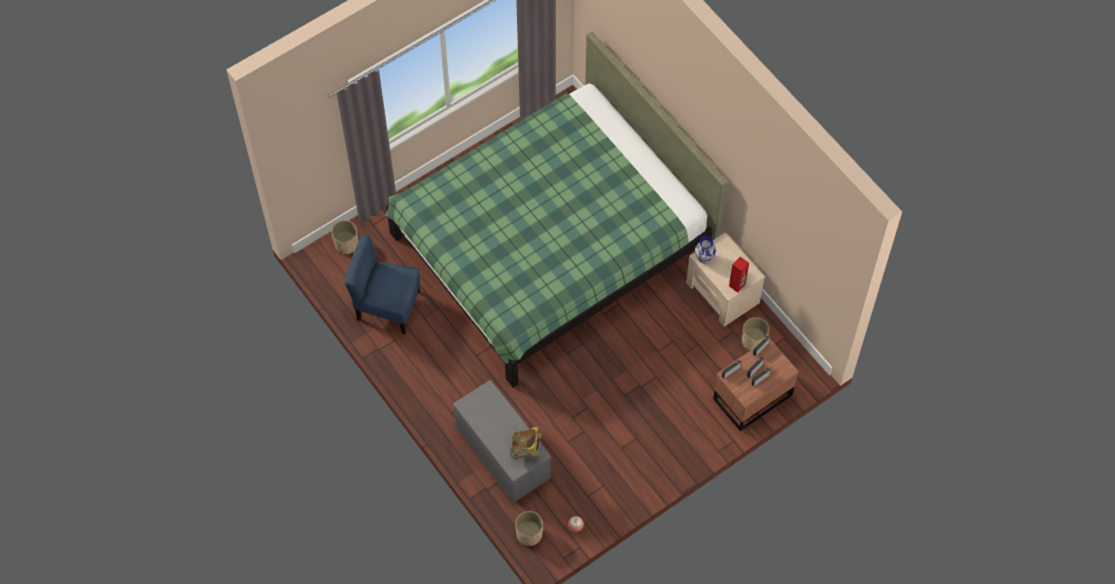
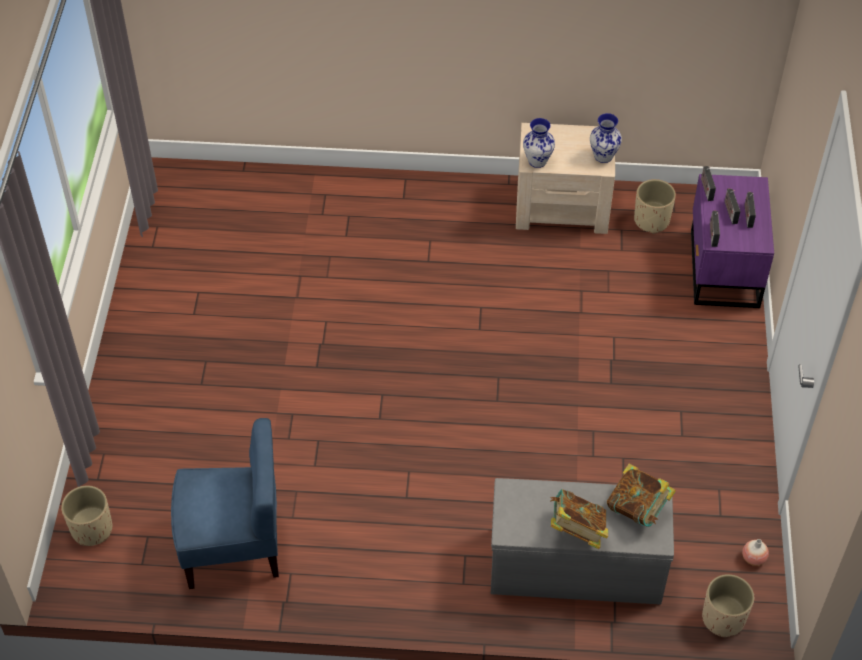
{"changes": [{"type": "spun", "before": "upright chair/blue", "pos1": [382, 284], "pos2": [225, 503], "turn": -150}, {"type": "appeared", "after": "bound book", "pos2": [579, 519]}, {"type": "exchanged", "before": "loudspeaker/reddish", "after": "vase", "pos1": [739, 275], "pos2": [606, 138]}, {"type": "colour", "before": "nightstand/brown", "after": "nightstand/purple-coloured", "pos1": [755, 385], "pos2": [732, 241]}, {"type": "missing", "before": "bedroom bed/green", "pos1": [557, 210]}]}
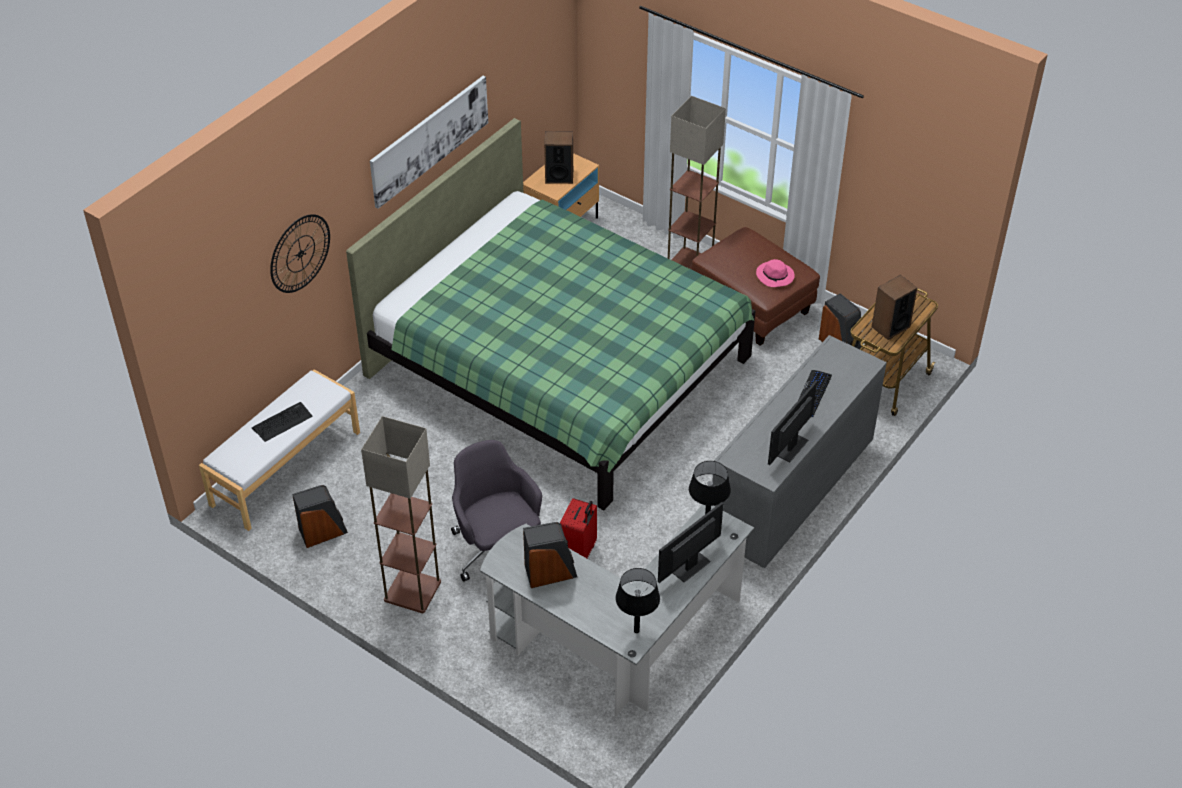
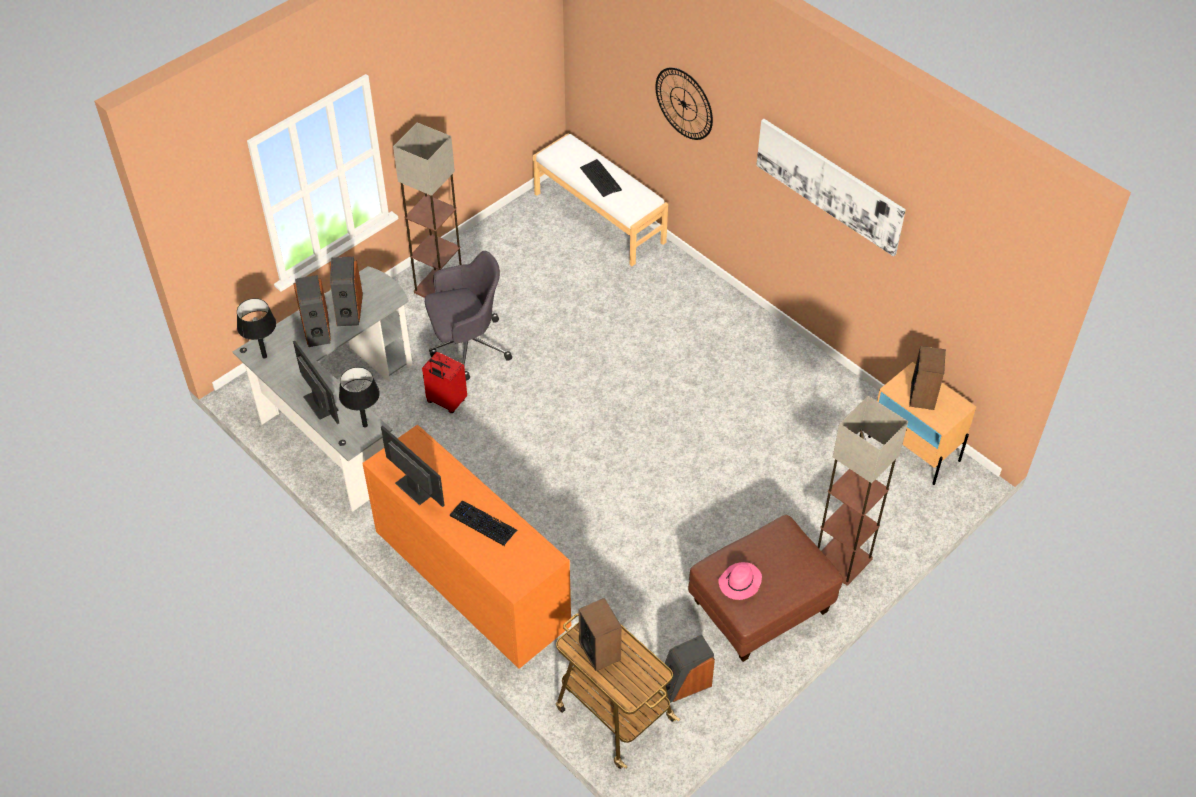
{"changes": [{"type": "relocated", "before": "loudspeaker", "pos1": [320, 516], "pos2": [312, 311]}, {"type": "colour", "before": "dresser/greyish", "after": "dresser/orange", "pos1": [799, 451], "pos2": [466, 547]}, {"type": "missing", "before": "bedroom bed/green", "pos1": [550, 314]}]}
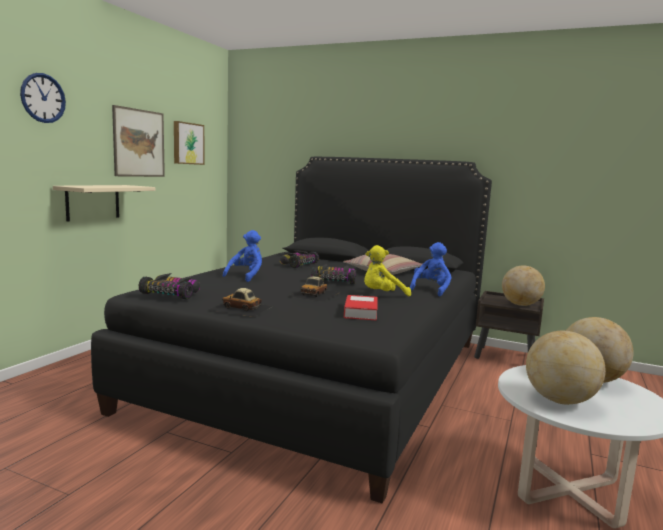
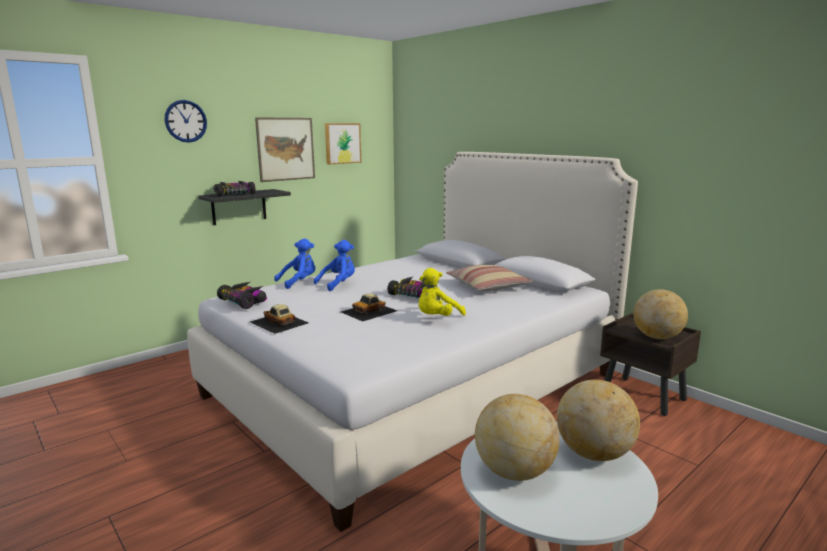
{"changes": [{"type": "colour", "before": "bedroom bed/black-coloured", "after": "bedroom bed/whitish", "pos1": [291, 330], "pos2": [412, 342]}, {"type": "colour", "before": "wall shelf/beige-coloured", "after": "wall shelf/black-coloured", "pos1": [104, 203], "pos2": [245, 207]}, {"type": "relocated", "before": "toy car", "pos1": [299, 259], "pos2": [234, 188]}, {"type": "relocated", "before": "cuddly toy/blue", "pos1": [430, 269], "pos2": [294, 264]}, {"type": "spun", "before": "cuddly toy/yellow-coloured", "pos1": [387, 270], "pos2": [442, 292], "turn": -45}, {"type": "missing", "before": "bound book", "pos1": [360, 308]}]}
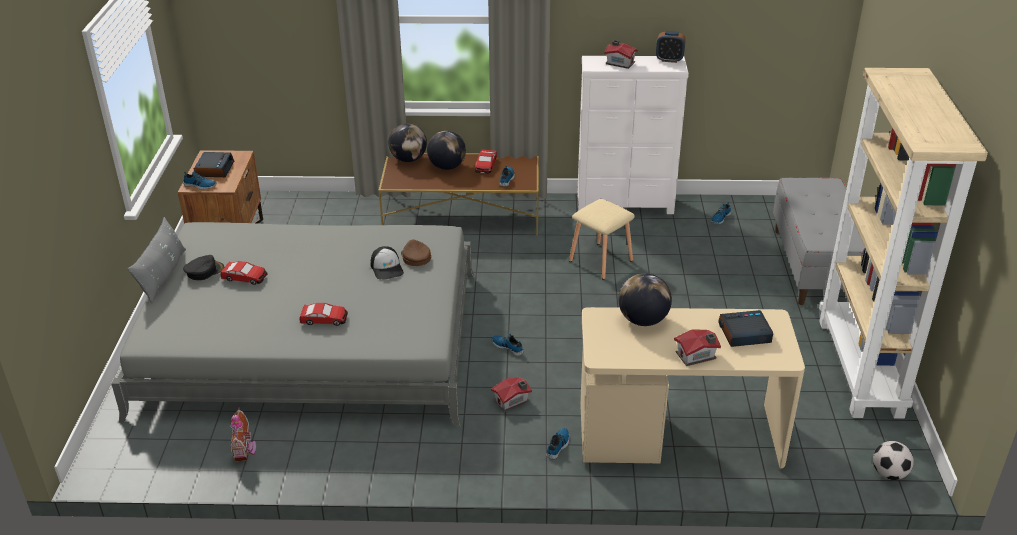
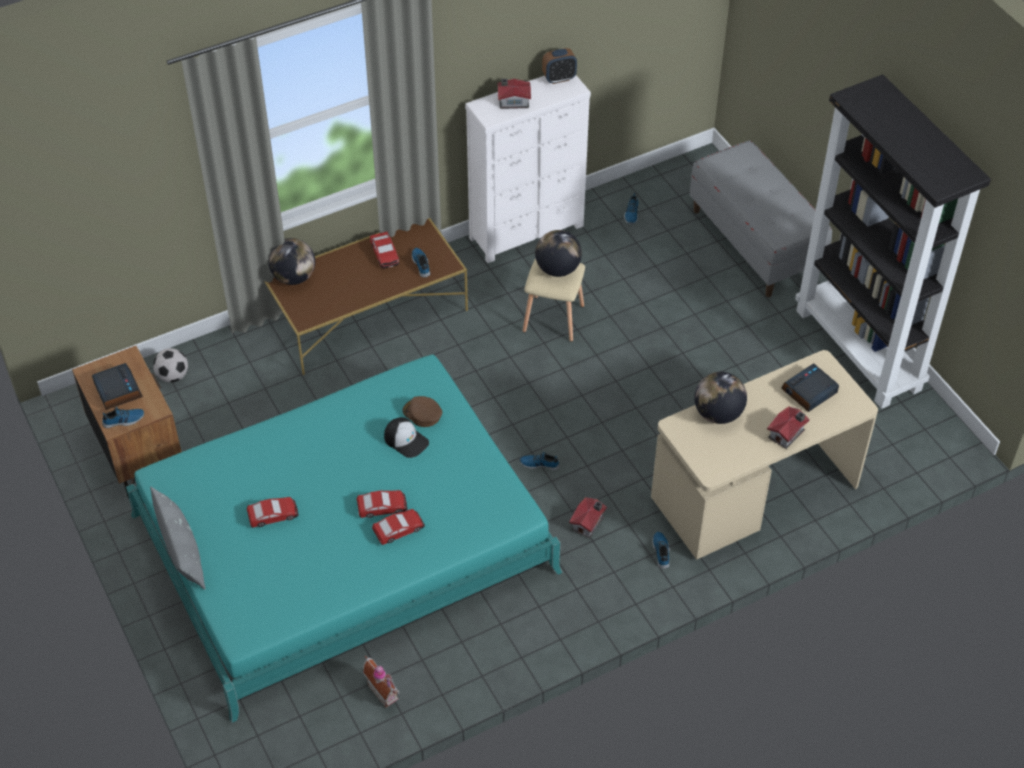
{"changes": [{"type": "colour", "before": "bedroom bed/greyish", "after": "bedroom bed/turquoise", "pos1": [292, 324], "pos2": [344, 538]}, {"type": "relocated", "before": "ball for football", "pos1": [893, 460], "pos2": [170, 365]}, {"type": "appeared", "after": "toy car", "pos2": [382, 504]}, {"type": "relocated", "before": "world globe", "pos1": [446, 150], "pos2": [558, 253]}, {"type": "colour", "before": "bookcase/beige-coloured", "after": "bookcase/black-coloured", "pos1": [903, 243], "pos2": [893, 242]}, {"type": "missing", "before": "cap/black-coloured", "pos1": [203, 267]}]}
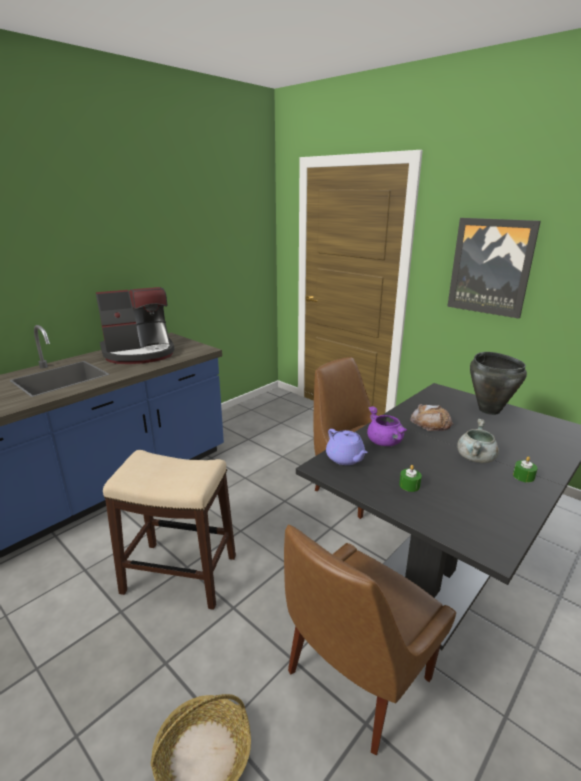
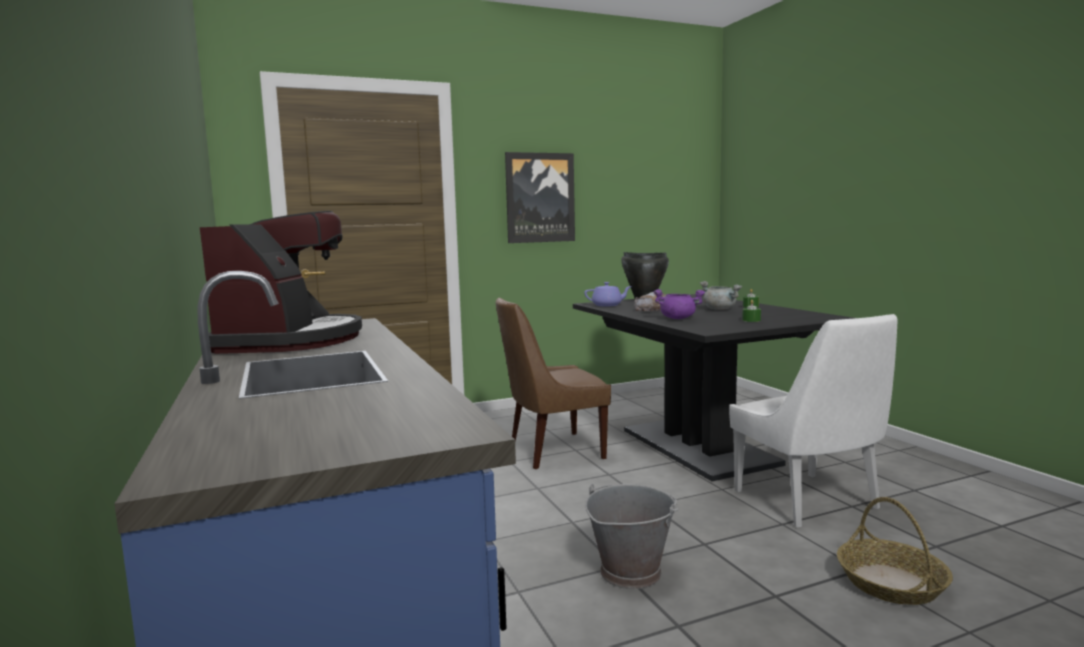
{"changes": [{"type": "relocated", "before": "tea pot/purple-coloured", "pos1": [347, 447], "pos2": [608, 294]}, {"type": "exchanged", "before": "stool seat", "after": "water bucket/greyish", "pos1": [169, 530], "pos2": [631, 536]}, {"type": "colour", "before": "upright chair/brown", "after": "upright chair/whitish", "pos1": [370, 640], "pos2": [813, 421]}]}
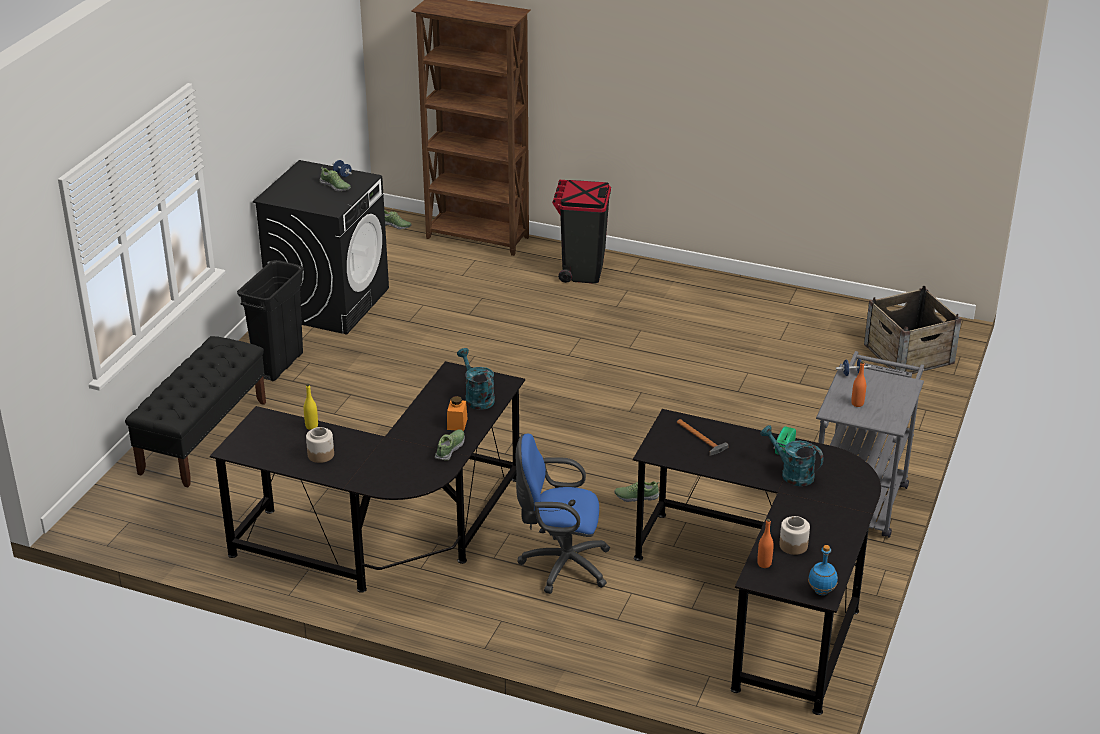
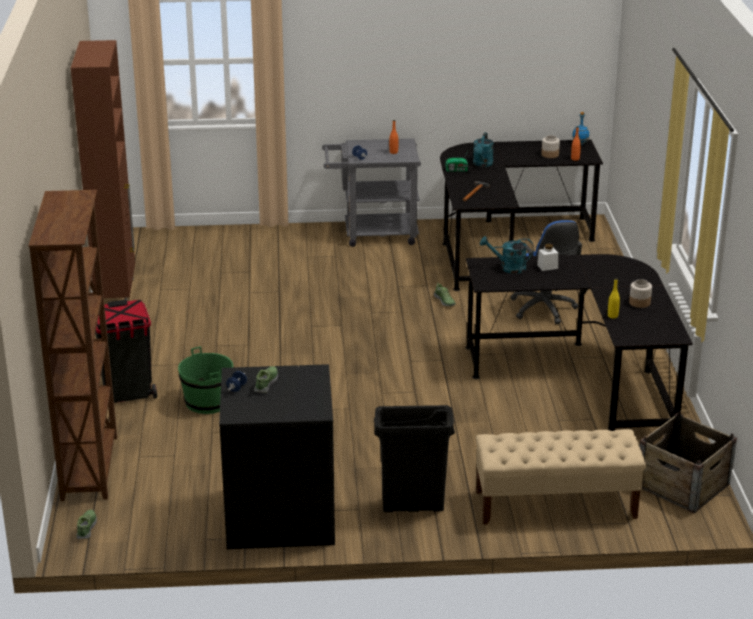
{"changes": [{"type": "appeared", "after": "cabinet/brown", "pos2": [103, 170]}, {"type": "appeared", "after": "water bucket/green", "pos2": [205, 380]}, {"type": "colour", "before": "bench/black-coloured", "after": "bench/beige-coloured", "pos1": [195, 411], "pos2": [561, 477]}, {"type": "spun", "before": "watering can/turquoise", "pos1": [476, 379], "pos2": [507, 255], "turn": 60}, {"type": "colour", "before": "storage jar/orange", "after": "storage jar/whitish", "pos1": [457, 413], "pos2": [547, 257]}, {"type": "relocated", "before": "packing crate", "pos1": [913, 330], "pos2": [688, 462]}, {"type": "missing", "before": "item of footwear", "pos1": [450, 445]}]}
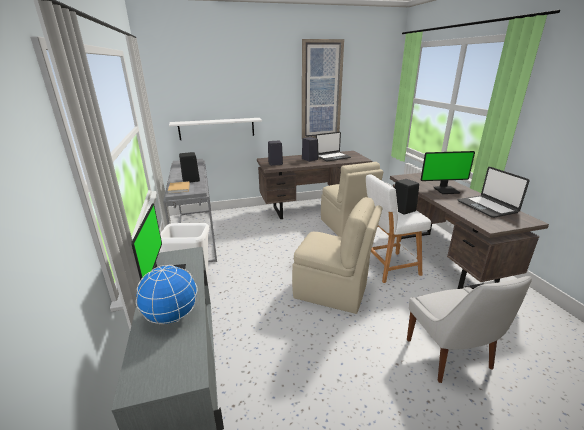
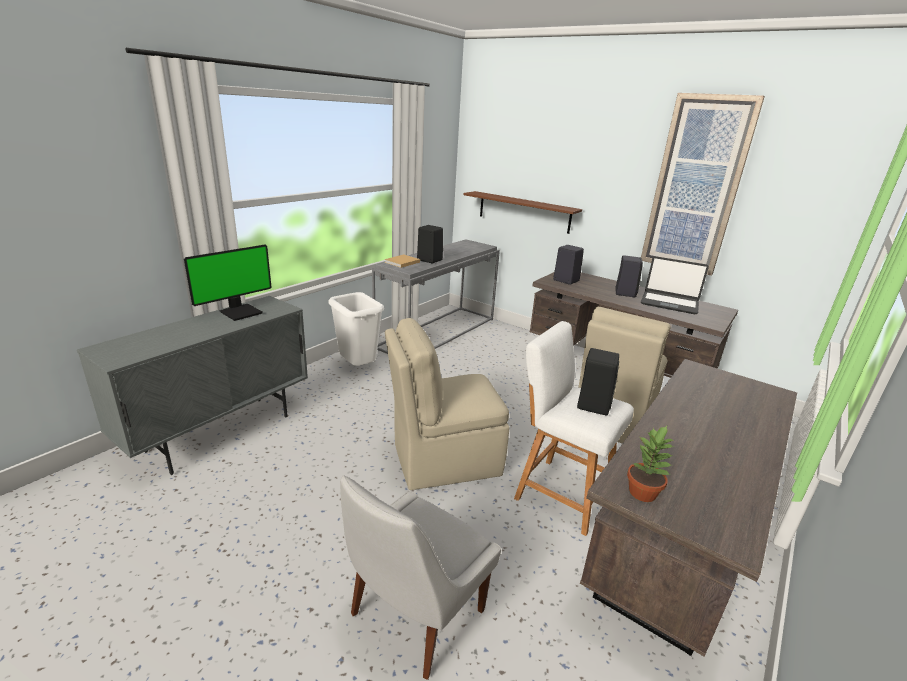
{"changes": [{"type": "spun", "before": "upright chair/beige-coloured", "pos1": [337, 255], "pos2": [447, 404], "turn": 90}, {"type": "colour", "before": "wall shelf/whitish", "after": "wall shelf/brown", "pos1": [215, 129], "pos2": [523, 212]}, {"type": "appeared", "after": "houseplant", "pos2": [650, 464]}, {"type": "missing", "before": "world globe", "pos1": [167, 295]}, {"type": "missing", "before": "computer display", "pos1": [448, 172]}, {"type": "missing", "before": "portable computer", "pos1": [493, 192]}]}
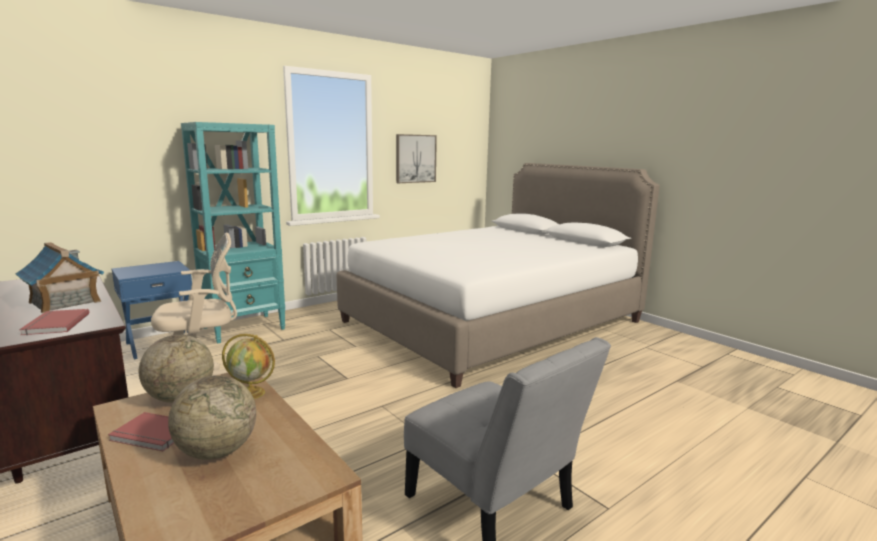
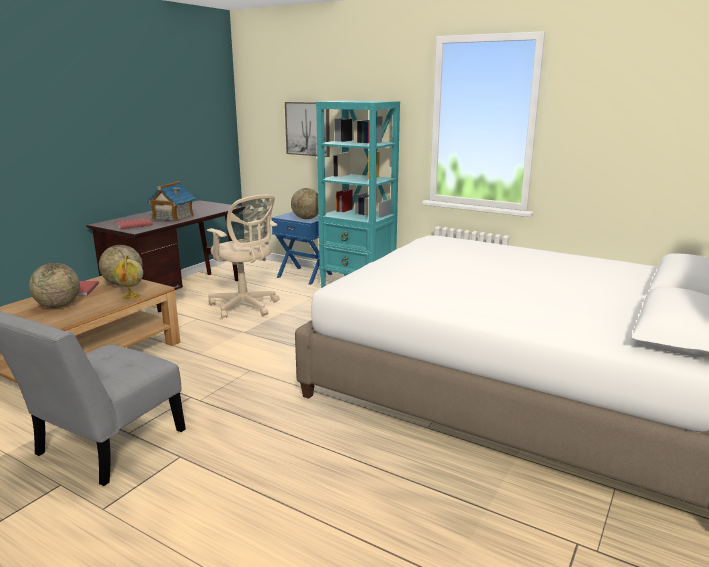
{"changes": [{"type": "relocated", "before": "wall art", "pos1": [416, 158], "pos2": [307, 129]}, {"type": "appeared", "after": "world globe", "pos2": [305, 203]}]}
